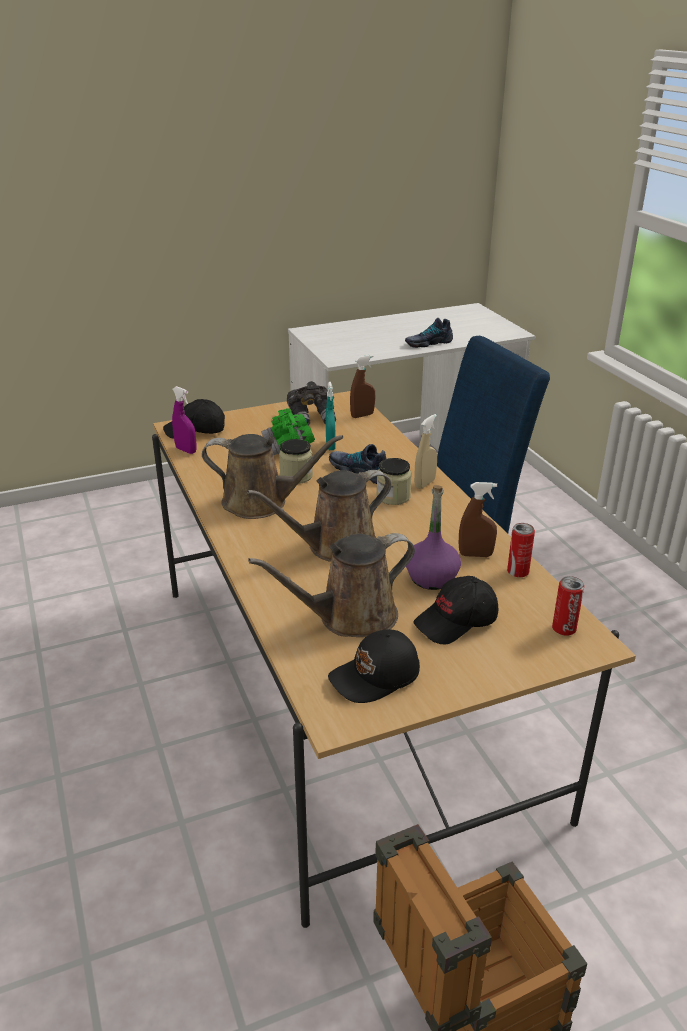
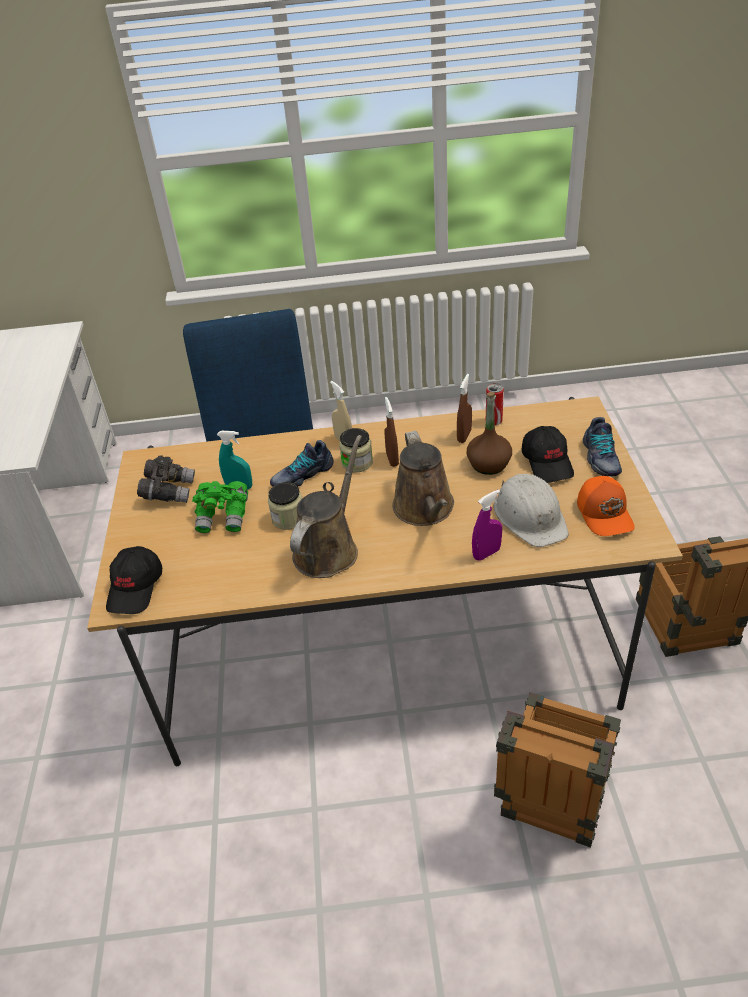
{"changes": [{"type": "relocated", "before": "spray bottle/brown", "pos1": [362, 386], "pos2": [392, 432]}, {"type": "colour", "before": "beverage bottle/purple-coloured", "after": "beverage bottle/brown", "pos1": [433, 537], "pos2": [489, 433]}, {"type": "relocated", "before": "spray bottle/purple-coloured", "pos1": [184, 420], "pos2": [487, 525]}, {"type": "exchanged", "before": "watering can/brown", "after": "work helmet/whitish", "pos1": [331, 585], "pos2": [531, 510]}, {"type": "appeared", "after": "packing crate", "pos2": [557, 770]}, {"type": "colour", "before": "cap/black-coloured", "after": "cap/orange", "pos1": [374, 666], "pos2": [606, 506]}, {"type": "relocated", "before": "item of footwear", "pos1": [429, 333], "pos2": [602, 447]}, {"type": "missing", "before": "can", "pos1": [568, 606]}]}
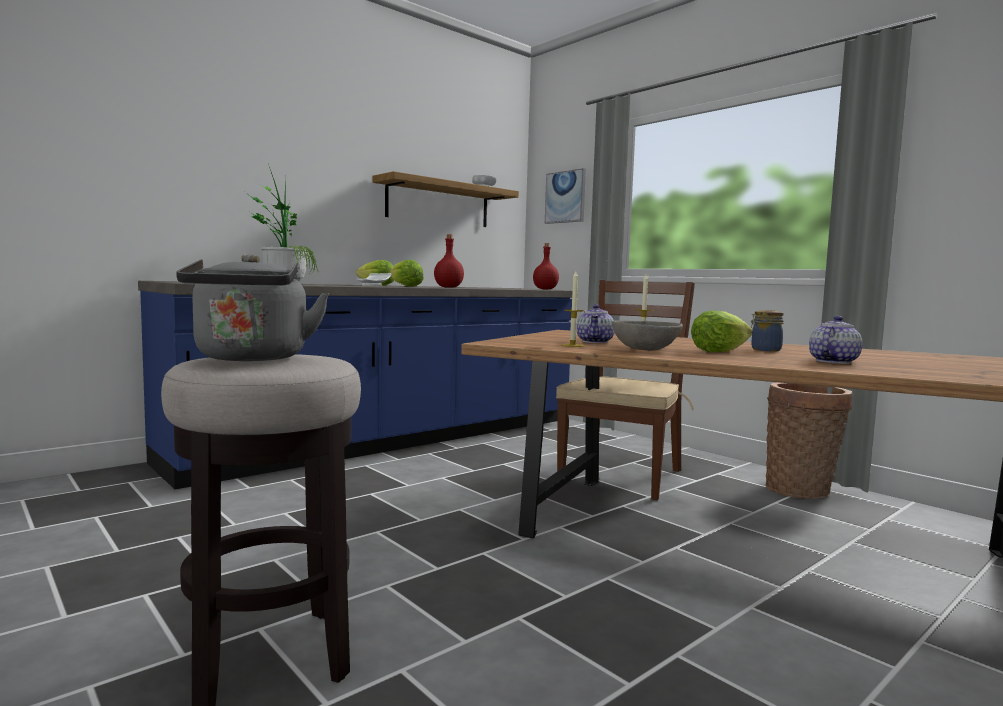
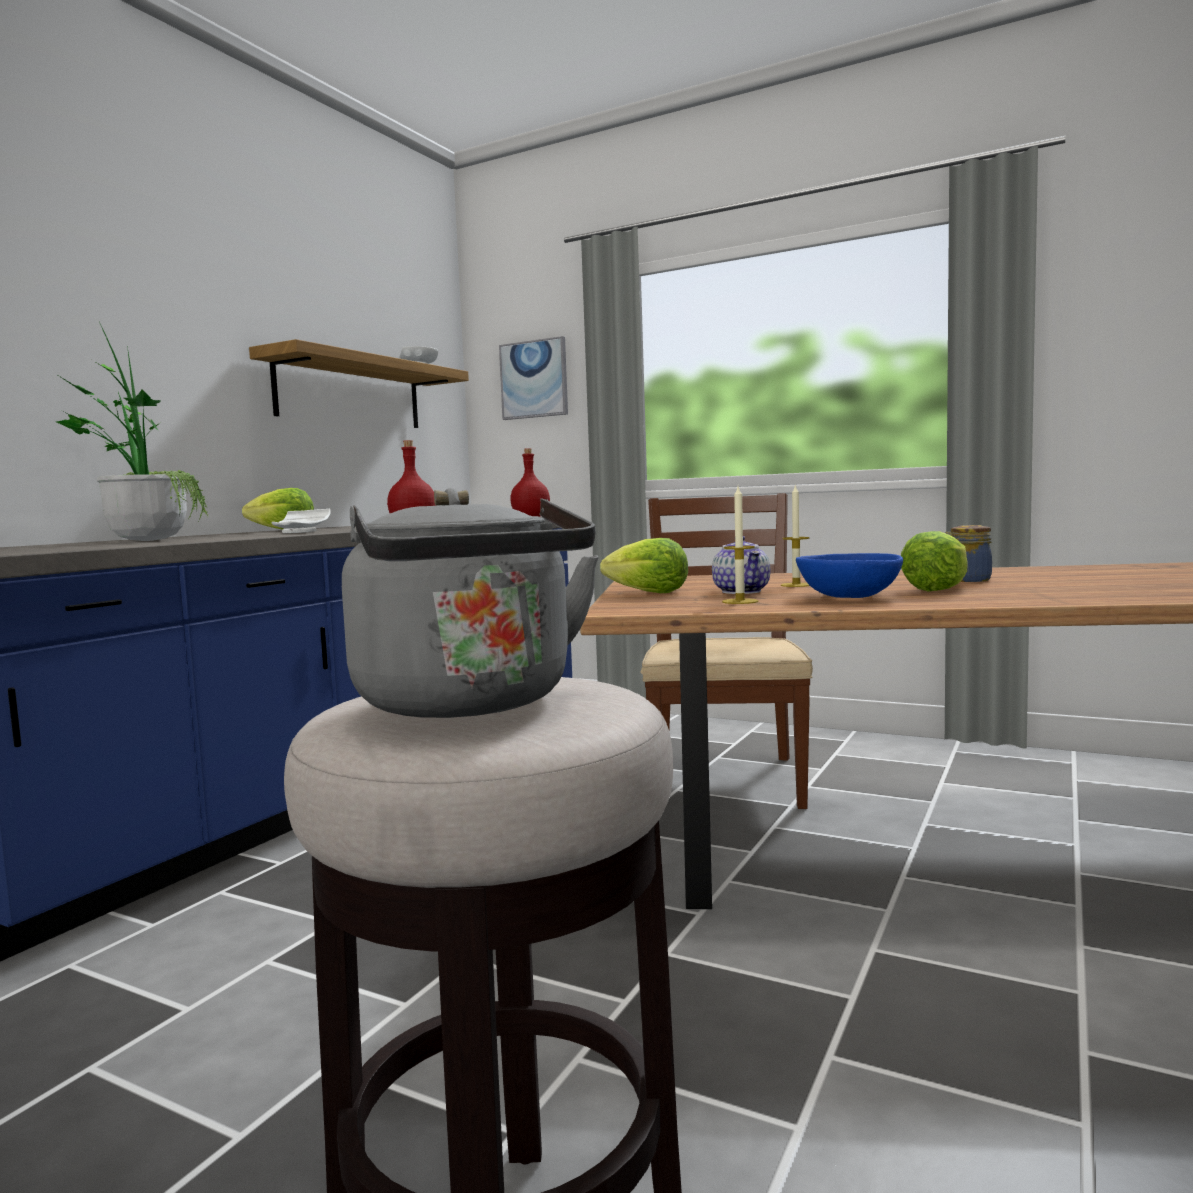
{"changes": [{"type": "relocated", "before": "lettuce", "pos1": [406, 273], "pos2": [644, 565]}, {"type": "colour", "before": "deep dish/greyish", "after": "deep dish/blue", "pos1": [647, 336], "pos2": [849, 575]}, {"type": "missing", "before": "storage basket", "pos1": [809, 440]}, {"type": "missing", "before": "tea pot", "pos1": [835, 340]}]}
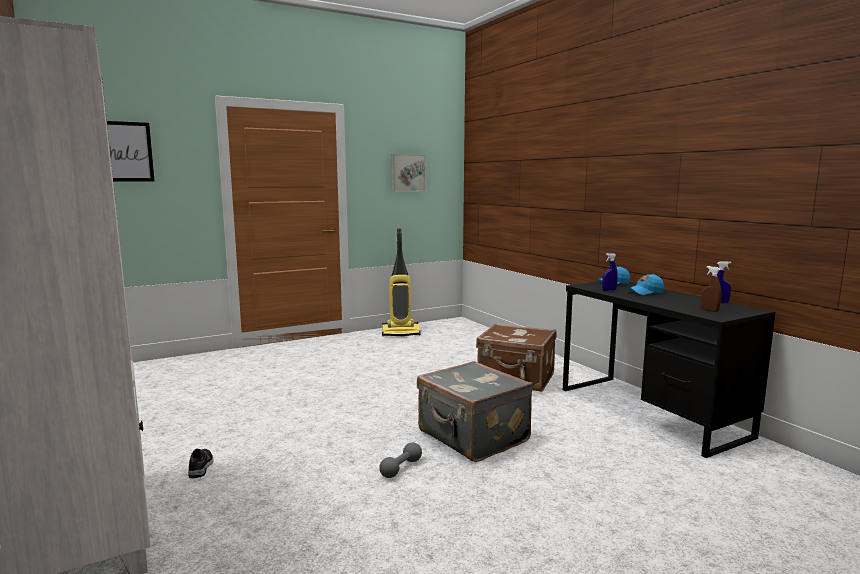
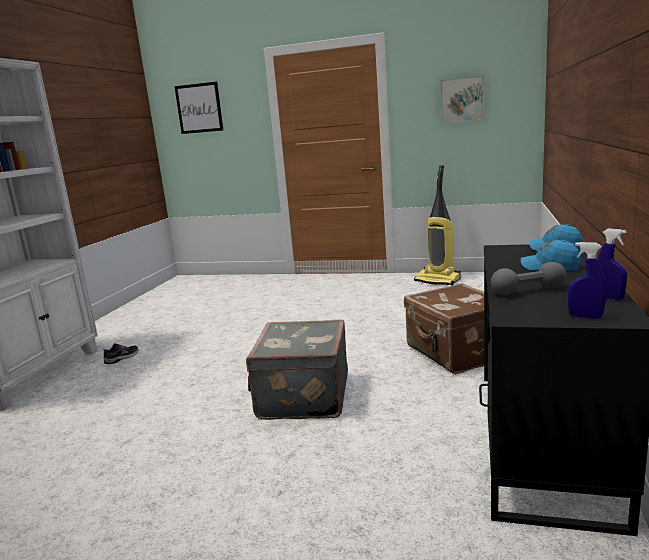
{"changes": [{"type": "relocated", "before": "hand weight/greyish", "pos1": [400, 460], "pos2": [529, 278]}, {"type": "relocated", "before": "spray bottle/blue", "pos1": [610, 272], "pos2": [587, 280]}, {"type": "missing", "before": "spray bottle/brown", "pos1": [711, 289]}]}
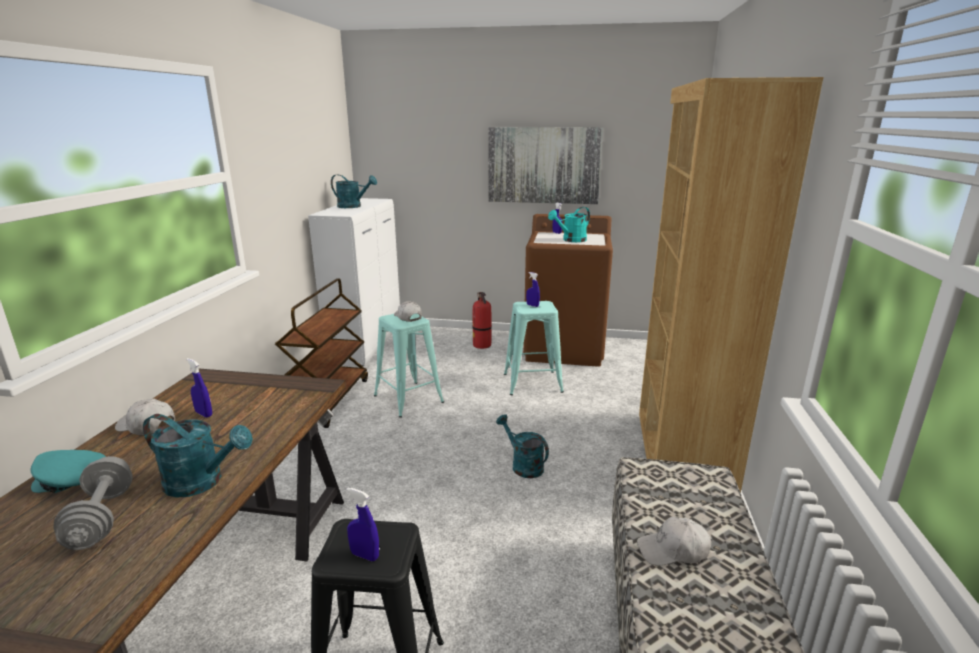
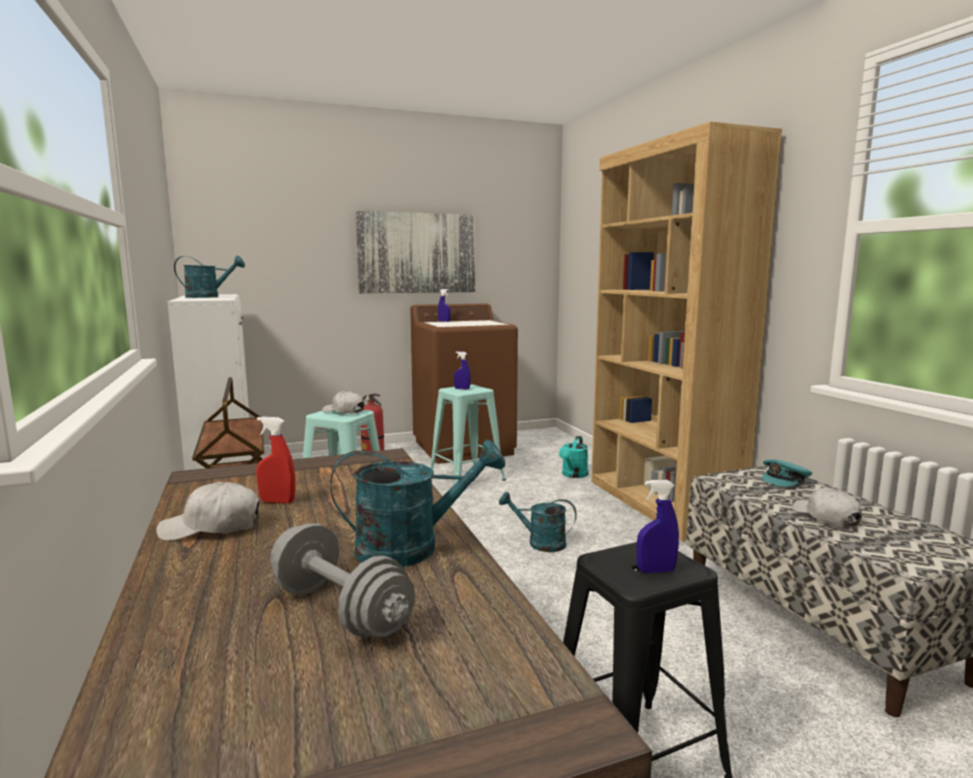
{"changes": [{"type": "colour", "before": "spray bottle/blue", "after": "spray bottle/reddish", "pos1": [199, 387], "pos2": [276, 460]}, {"type": "relocated", "before": "watering can/turquoise", "pos1": [569, 224], "pos2": [573, 457]}, {"type": "relocated", "before": "cap/turquoise", "pos1": [68, 471], "pos2": [787, 473]}, {"type": "spun", "before": "cap/whitish", "pos1": [674, 541], "pos2": [827, 507], "turn": 105}]}
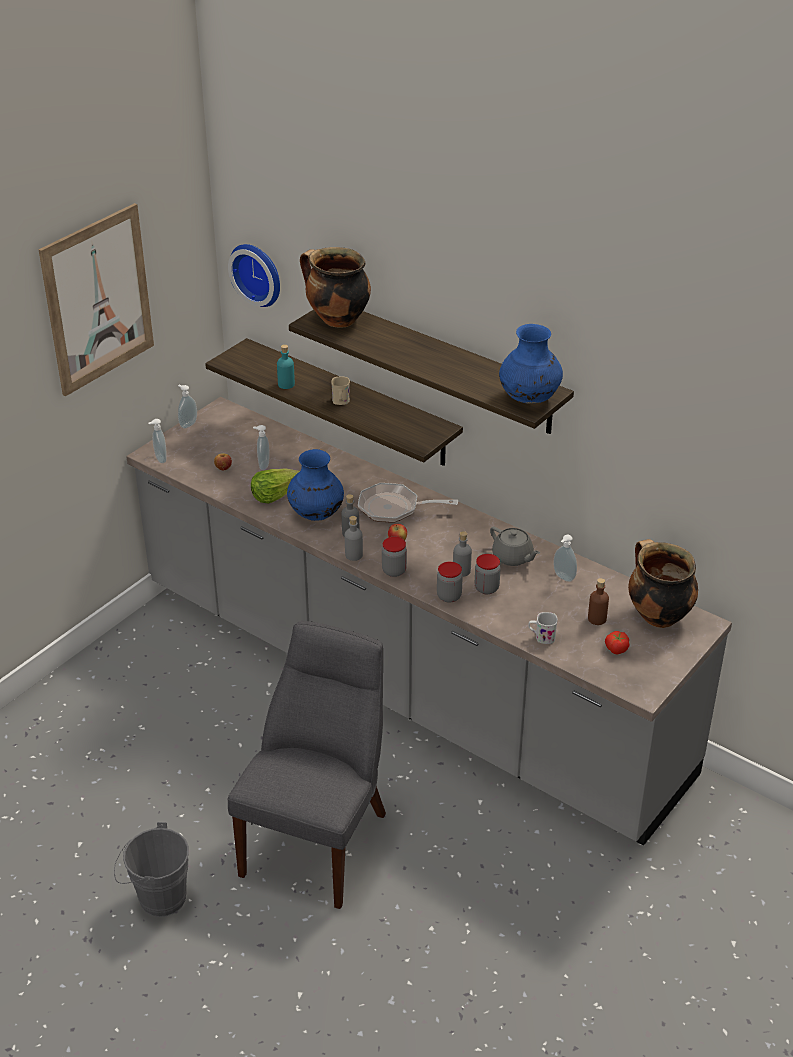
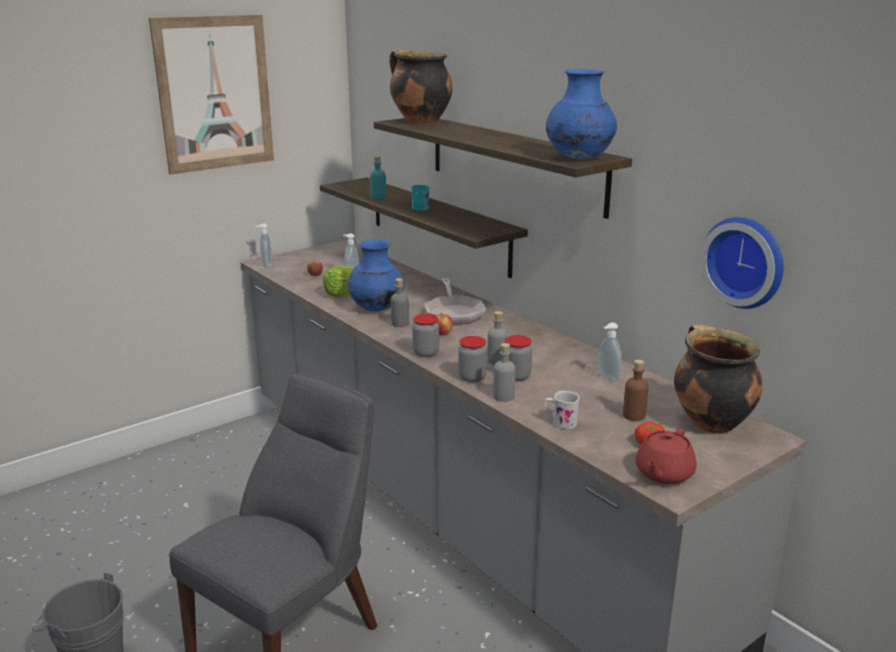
{"changes": [{"type": "colour", "before": "tea mug/beige-coloured", "after": "tea mug/turquoise", "pos1": [340, 390], "pos2": [420, 197]}, {"type": "spun", "before": "frying pan", "pos1": [408, 503], "pos2": [455, 301], "turn": -120}, {"type": "relocated", "before": "beverage bottle/greyish", "pos1": [354, 538], "pos2": [504, 372]}, {"type": "appeared", "after": "tea pot/reddish", "pos2": [666, 456]}, {"type": "relocated", "before": "wall clock", "pos1": [254, 275], "pos2": [742, 263]}, {"type": "missing", "before": "soap bottle", "pos1": [187, 407]}, {"type": "missing", "before": "tea pot/greyish", "pos1": [515, 546]}]}
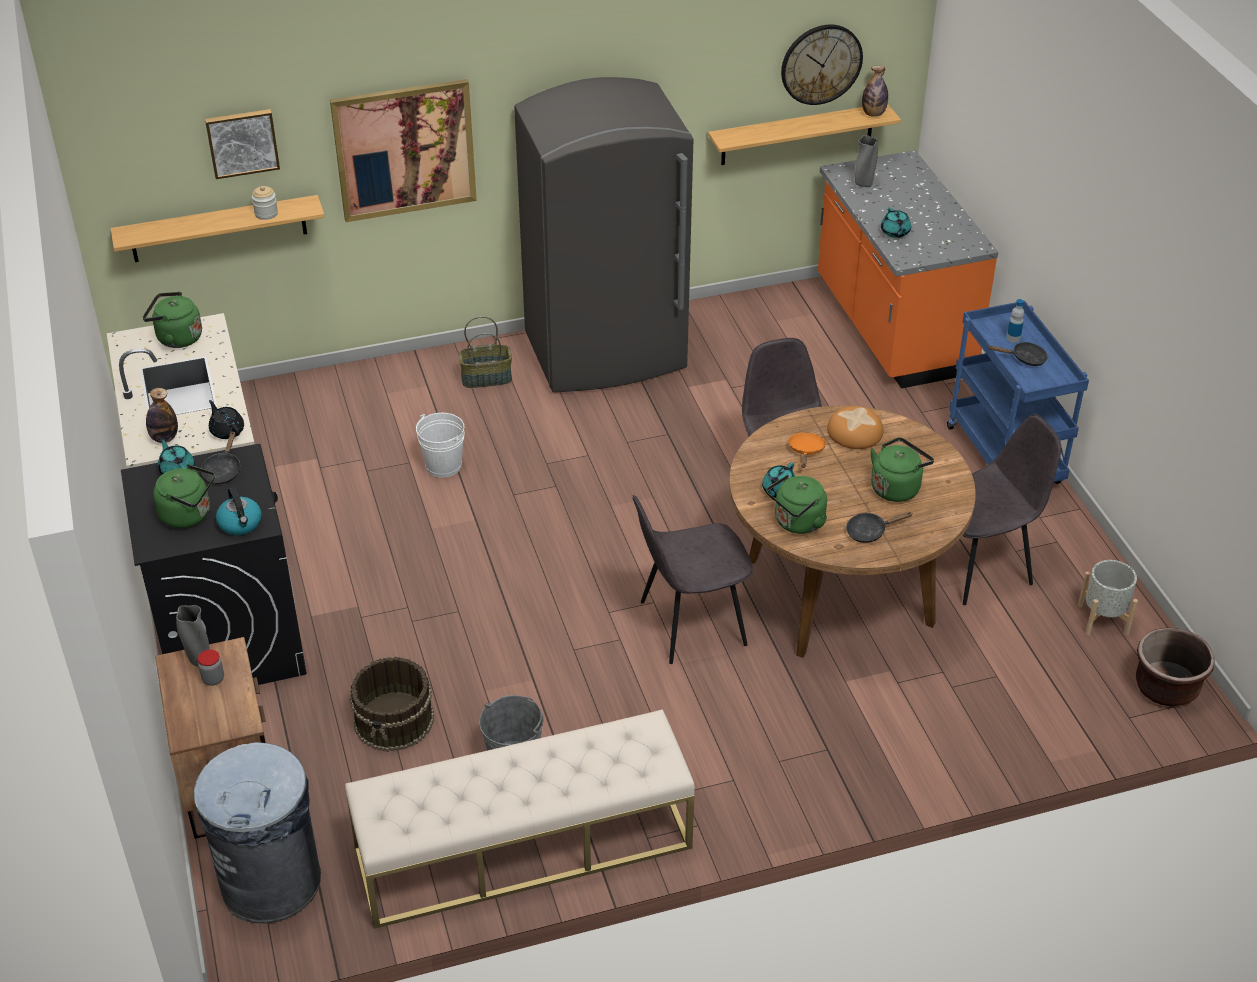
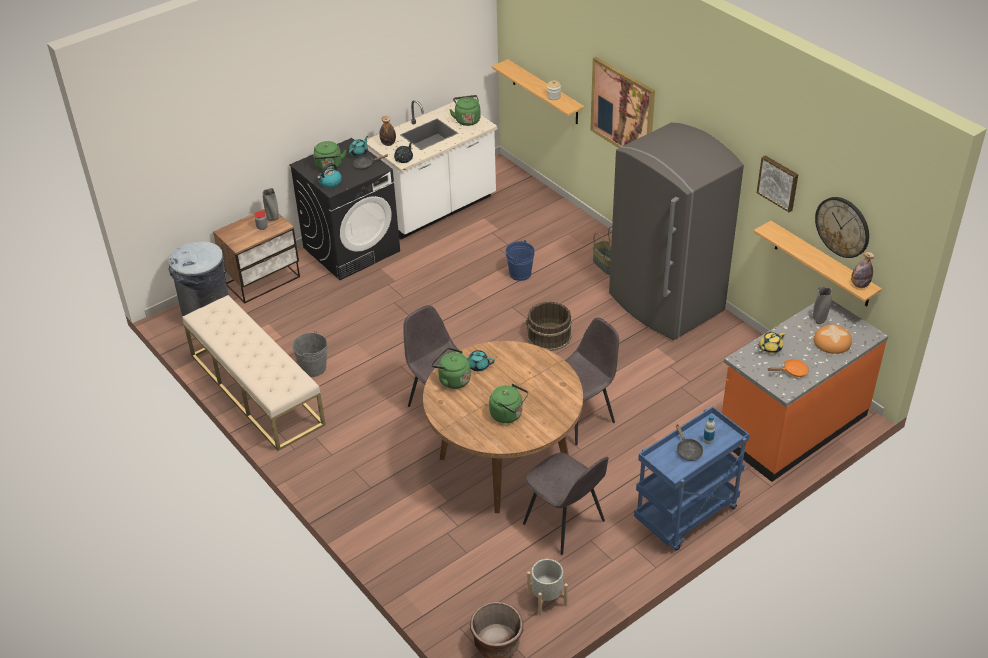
{"changes": [{"type": "colour", "before": "water bucket/whitish", "after": "water bucket/blue", "pos1": [440, 445], "pos2": [520, 260]}, {"type": "relocated", "before": "water bucket/brown", "pos1": [392, 704], "pos2": [549, 326]}, {"type": "relocated", "before": "wall art", "pos1": [242, 144], "pos2": [777, 184]}, {"type": "colour", "before": "tea pot/turquoise", "after": "tea pot/yellow-coloured", "pos1": [896, 222], "pos2": [771, 342]}, {"type": "relocated", "before": "frying pan/orange", "pos1": [807, 450], "pos2": [788, 368]}, {"type": "relocated", "before": "baked bread", "pos1": [855, 427], "pos2": [833, 339]}, {"type": "missing", "before": "frying pan/black-coloured", "pos1": [879, 527]}]}
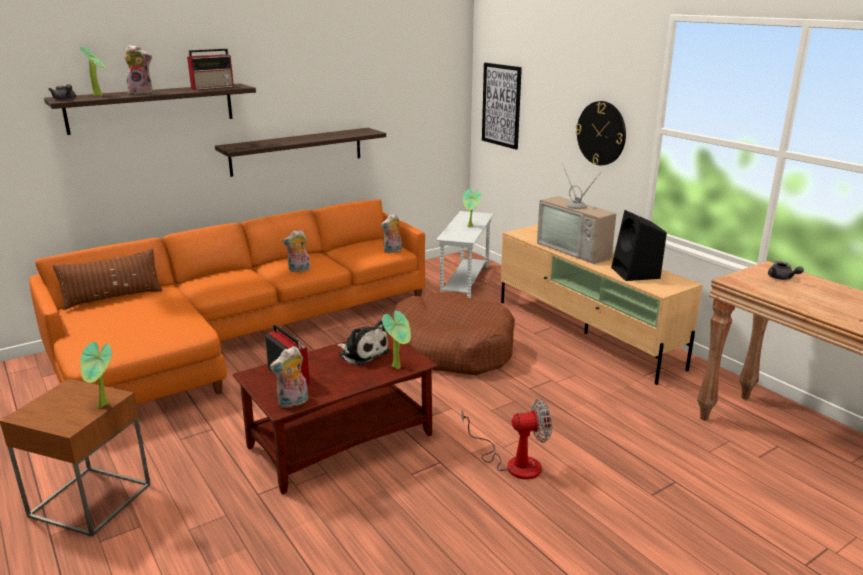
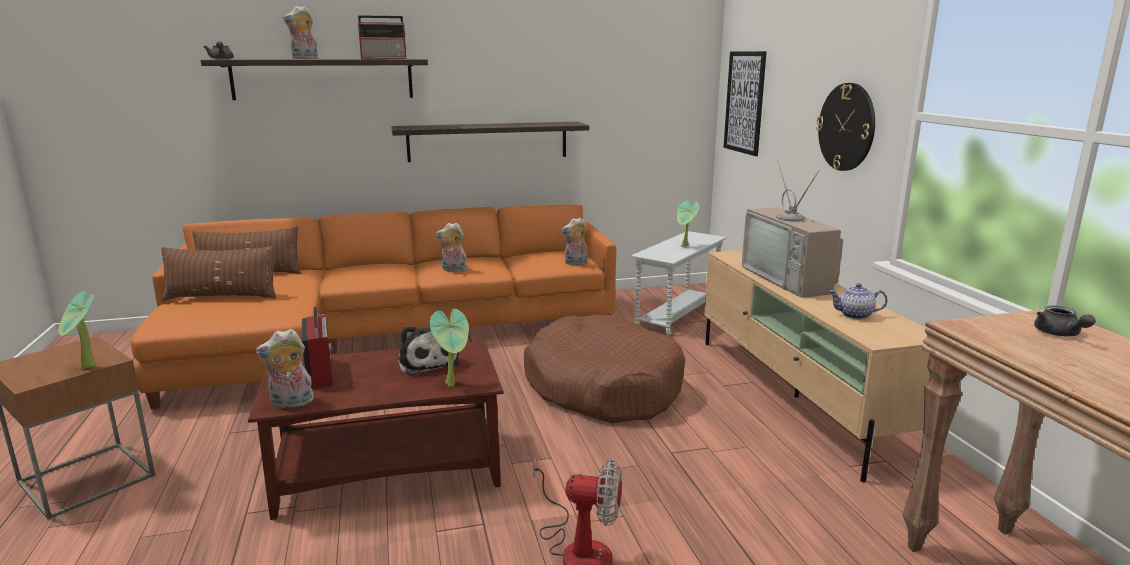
{"changes": [{"type": "appeared", "after": "throw pillow/brown", "pos2": [219, 273]}, {"type": "spun", "before": "cuddly toy", "pos1": [138, 69], "pos2": [301, 32], "turn": 135}, {"type": "exchanged", "before": "loudspeaker/black-coloured", "after": "tea pot", "pos1": [639, 245], "pos2": [858, 301]}, {"type": "missing", "before": "houseplant", "pos1": [92, 71]}]}
